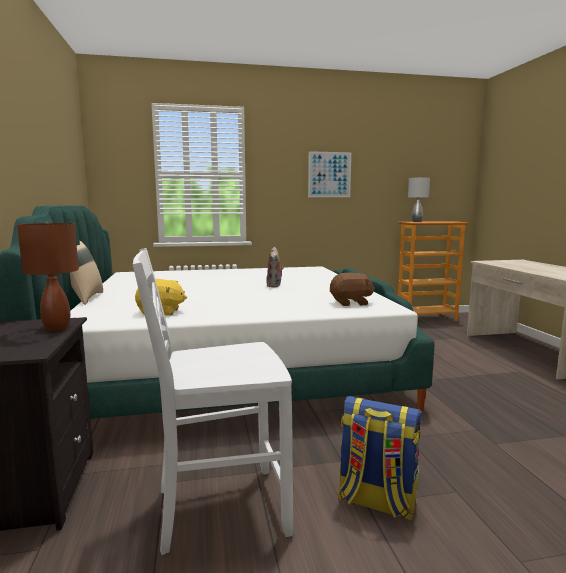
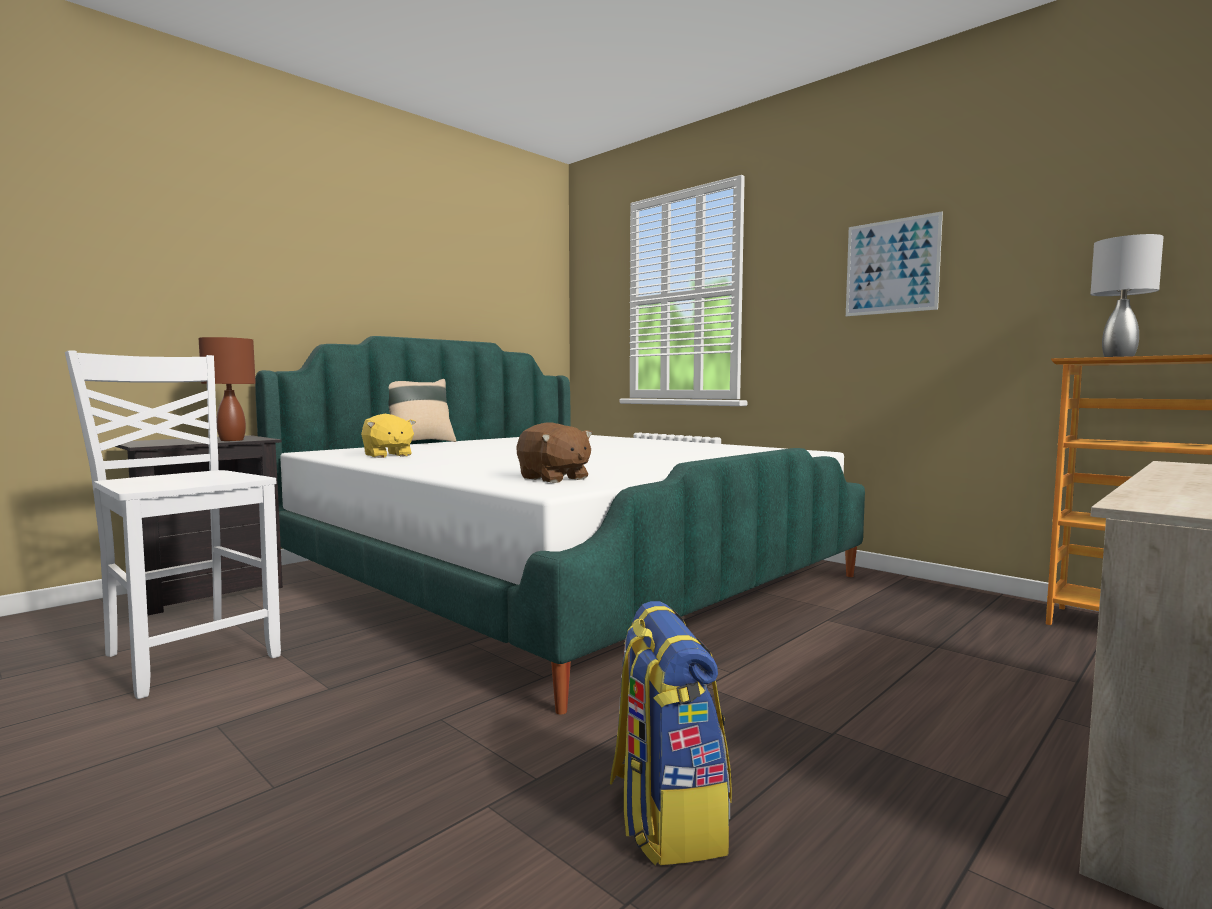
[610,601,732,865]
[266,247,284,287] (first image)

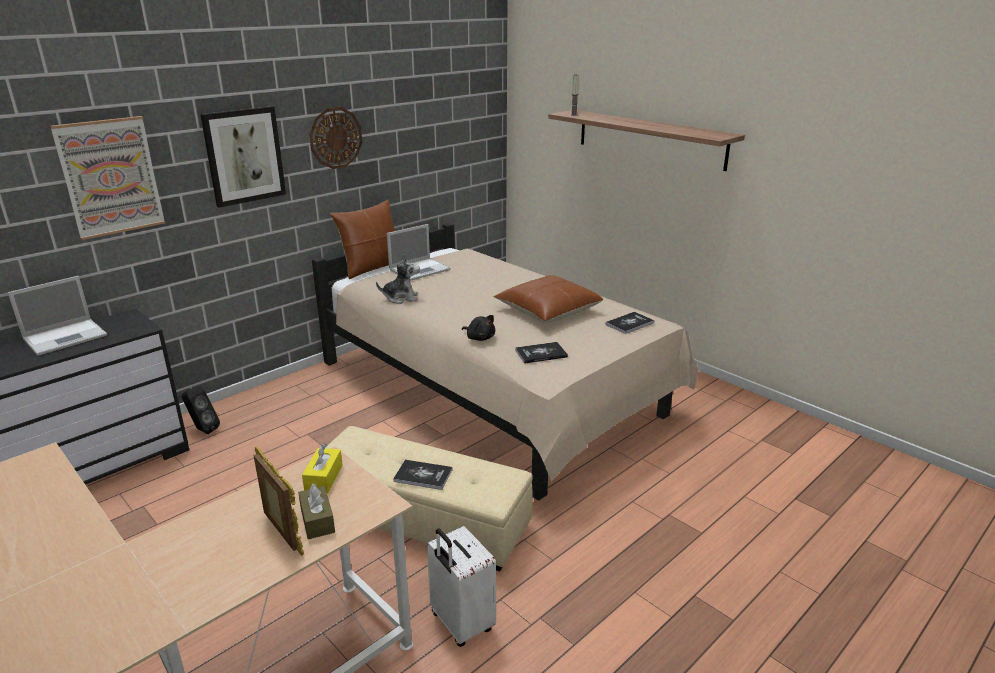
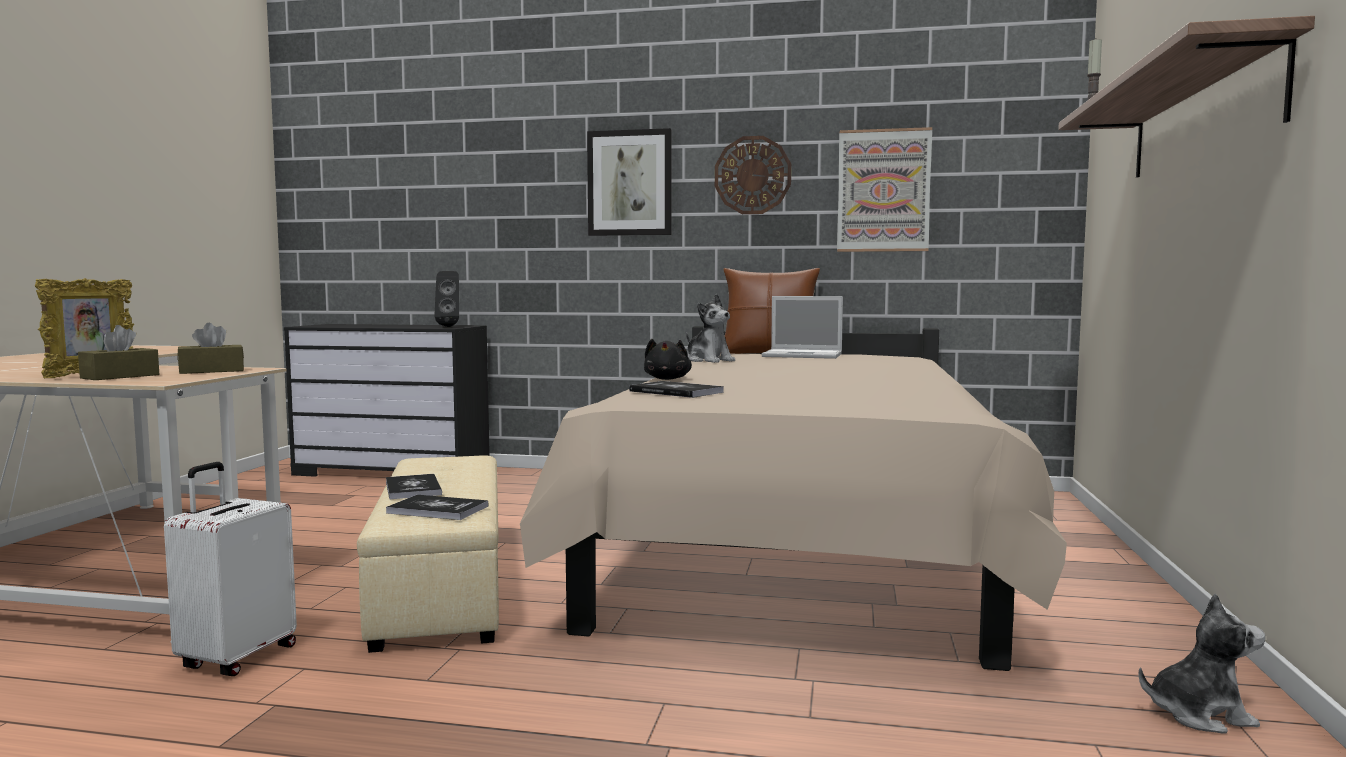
[177,323,244,374]
[386,495,488,520]
[435,271,459,327]
[837,127,932,252]
[1139,594,1265,734]
[8,276,107,356] (first image)
[493,275,603,323] (first image)

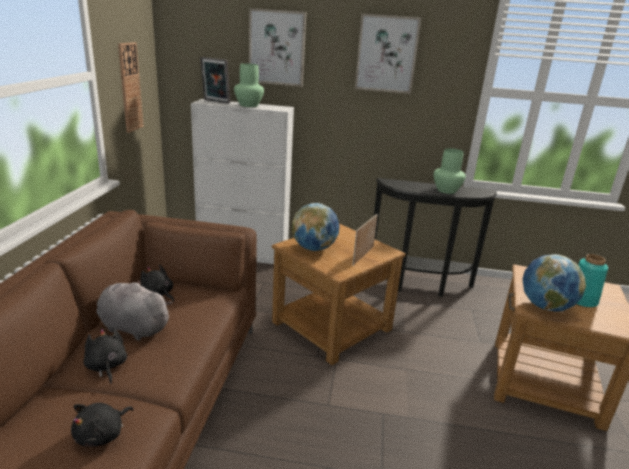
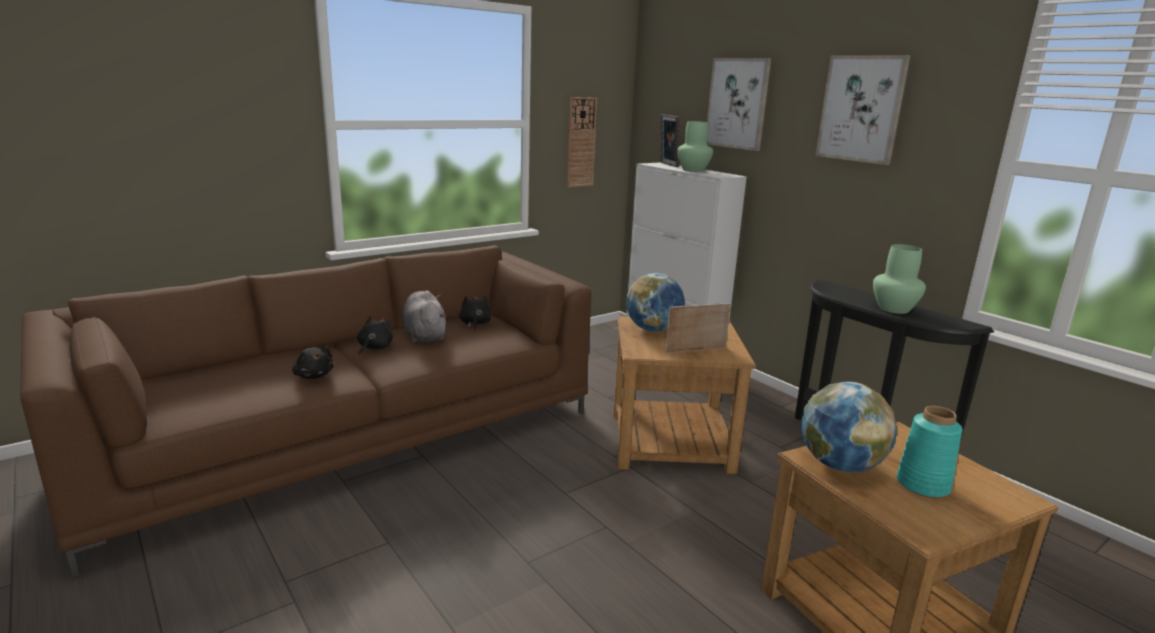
[292,347,334,379]

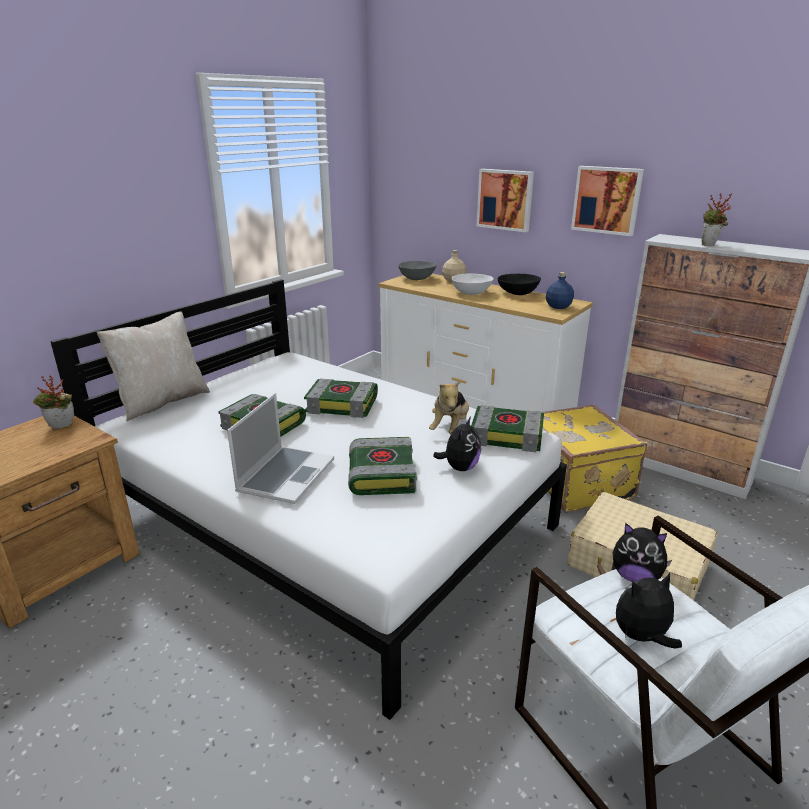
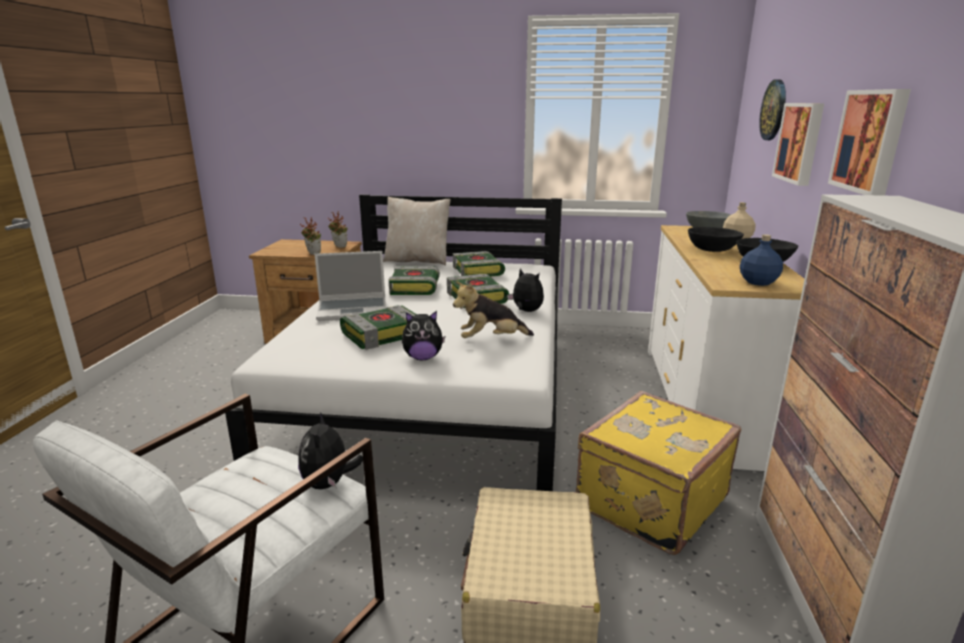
[300,217,321,255]
[453,251,505,277]
[507,268,544,312]
[688,227,744,252]
[759,79,786,140]

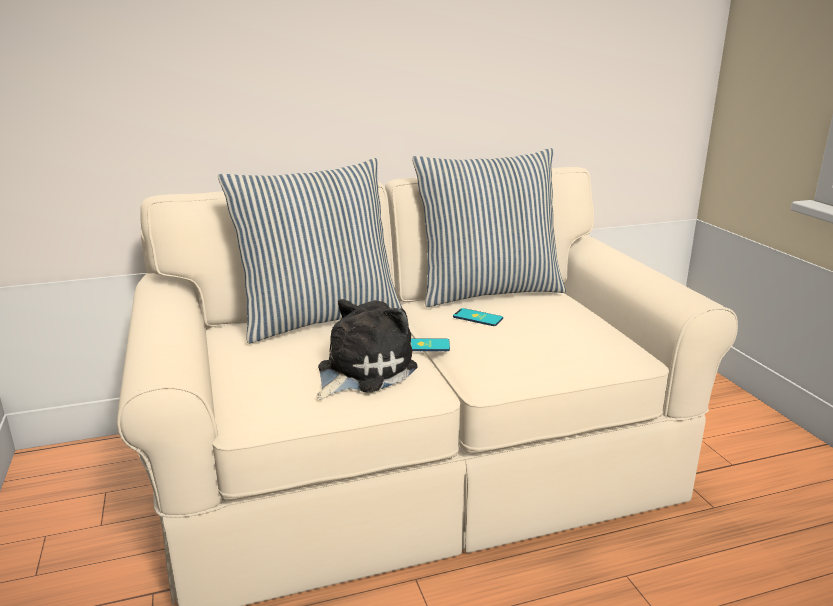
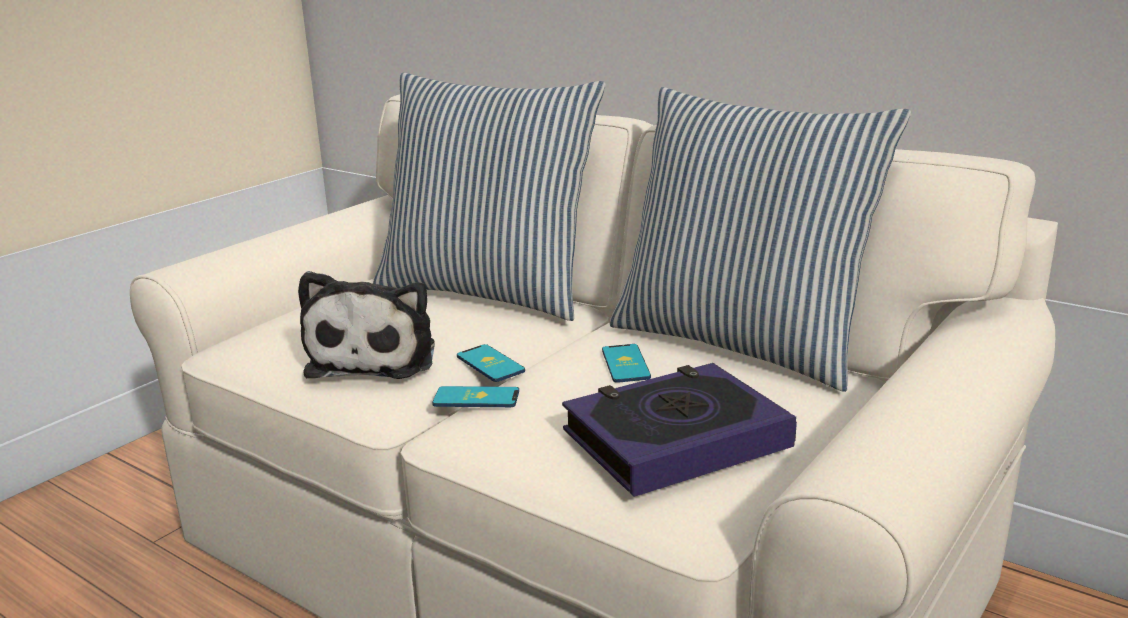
[298,271,435,379]
[432,386,519,407]
[562,363,797,497]

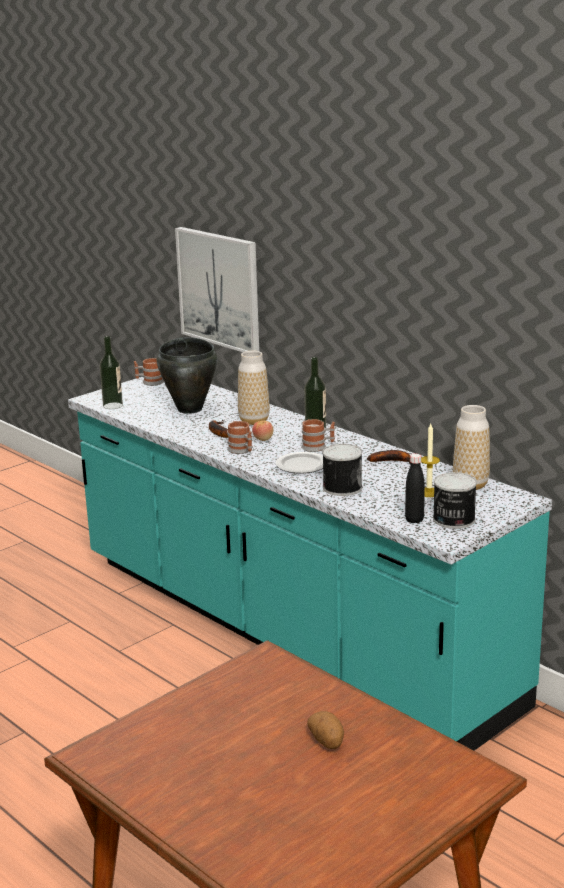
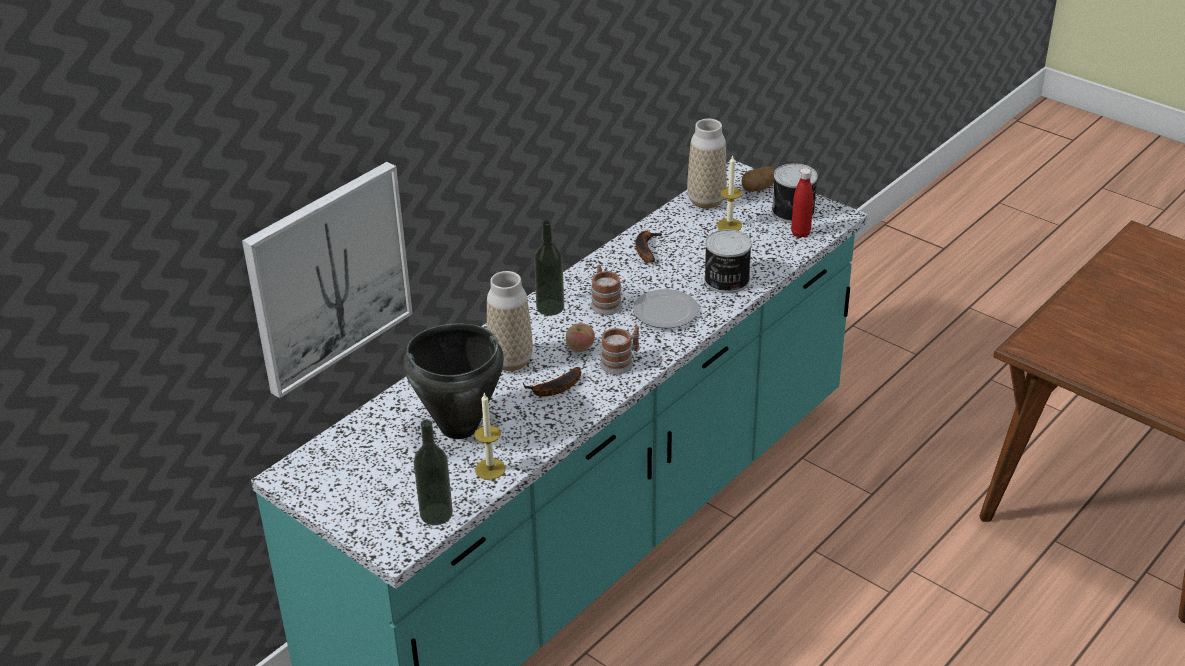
[474,392,506,480]
[741,166,775,192]
[791,168,813,238]
[134,358,164,386] (first image)

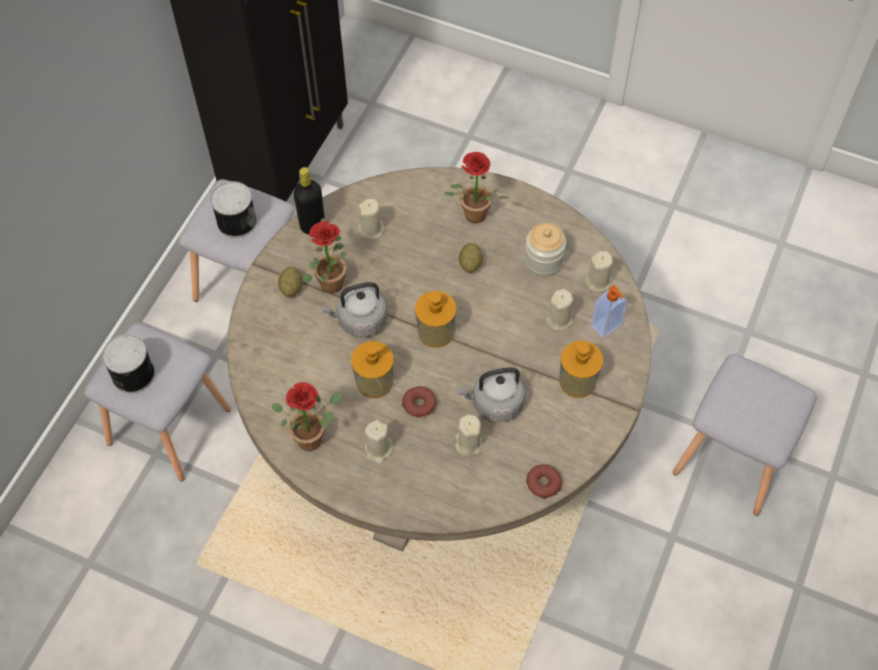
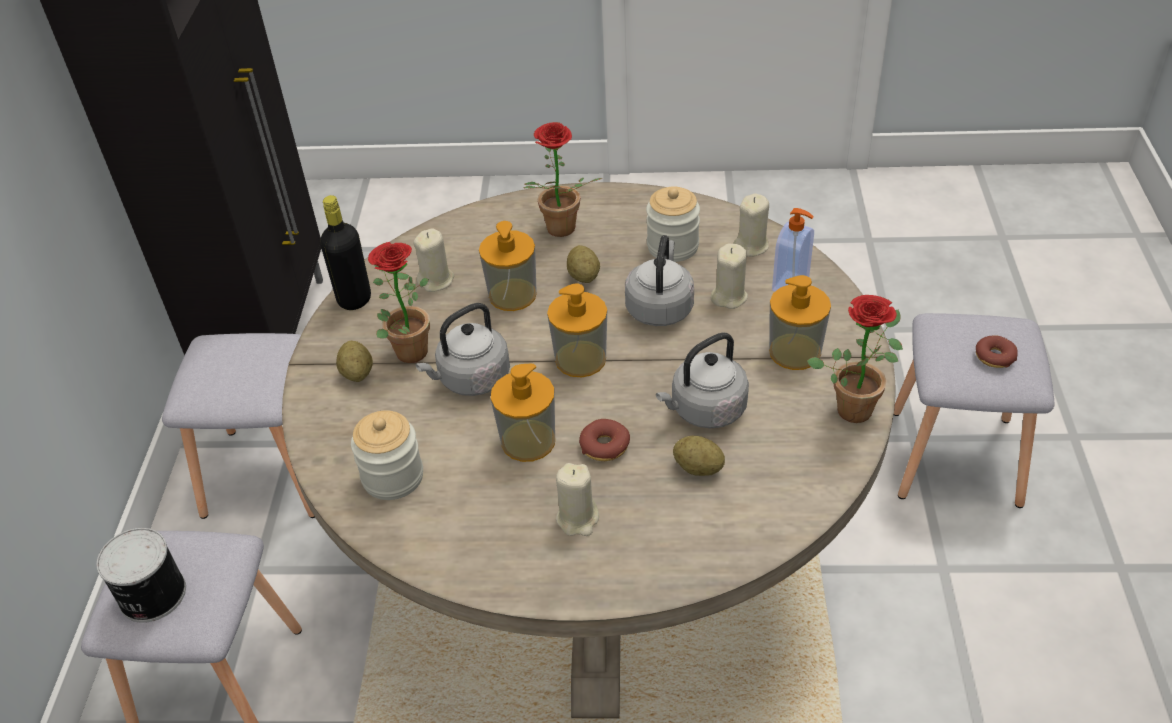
[351,410,423,500]
[479,221,537,311]
[625,235,694,326]
[673,436,725,476]
[807,295,903,423]
[976,335,1018,368]
[210,181,257,238] (first image)

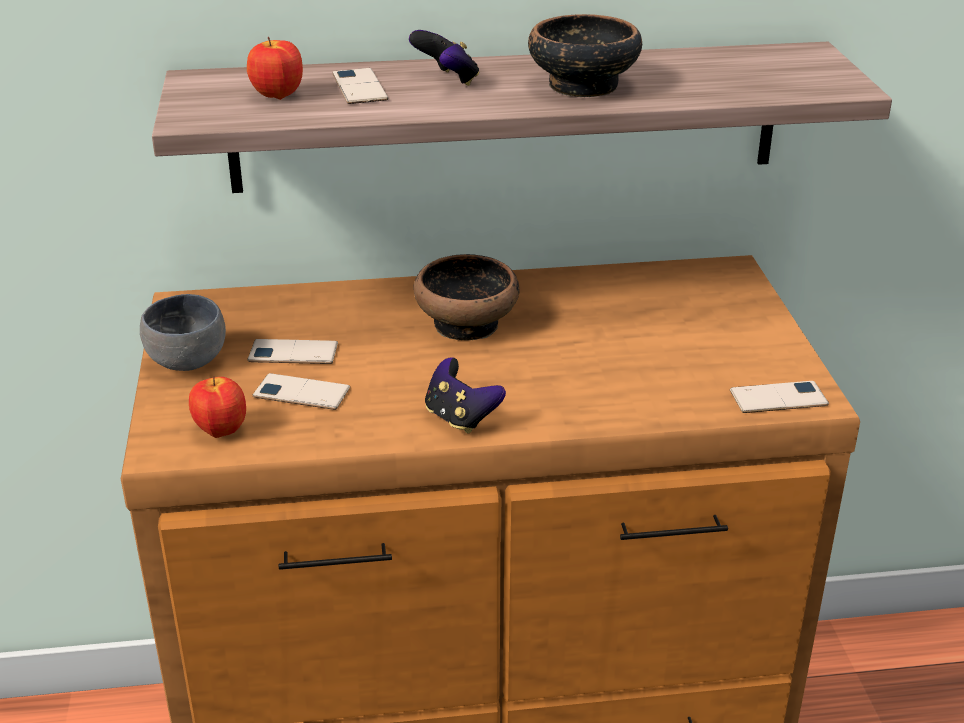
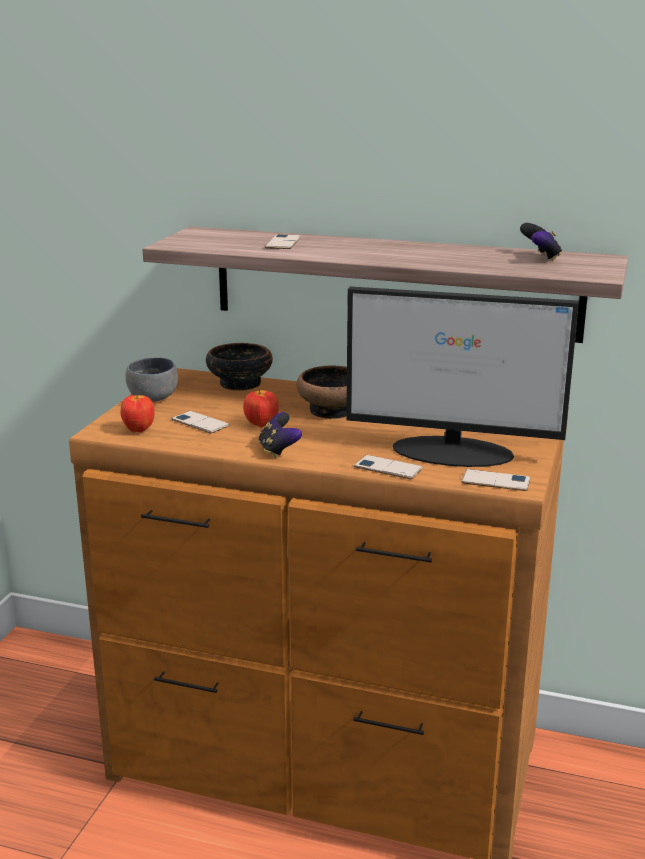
[206,343,273,391]
[243,388,279,428]
[346,287,579,467]
[354,455,423,479]
[520,223,562,261]

